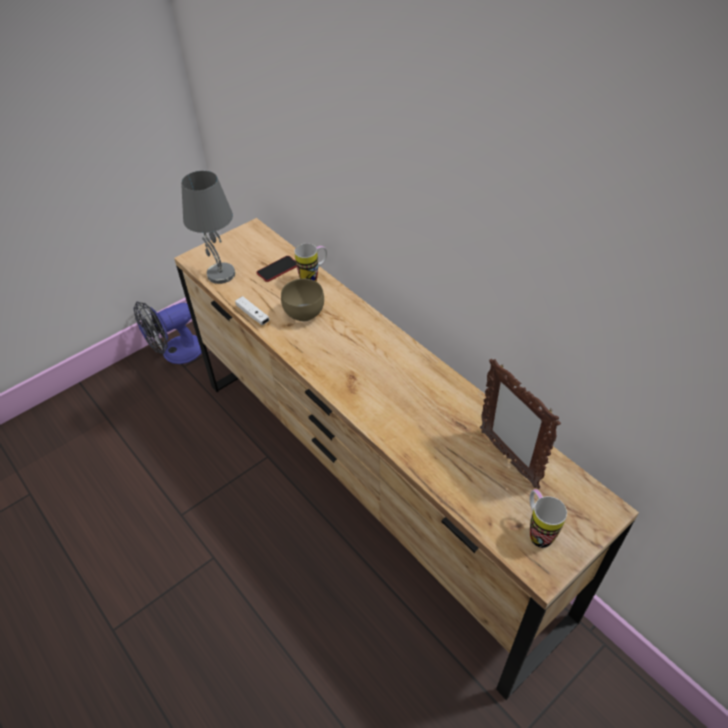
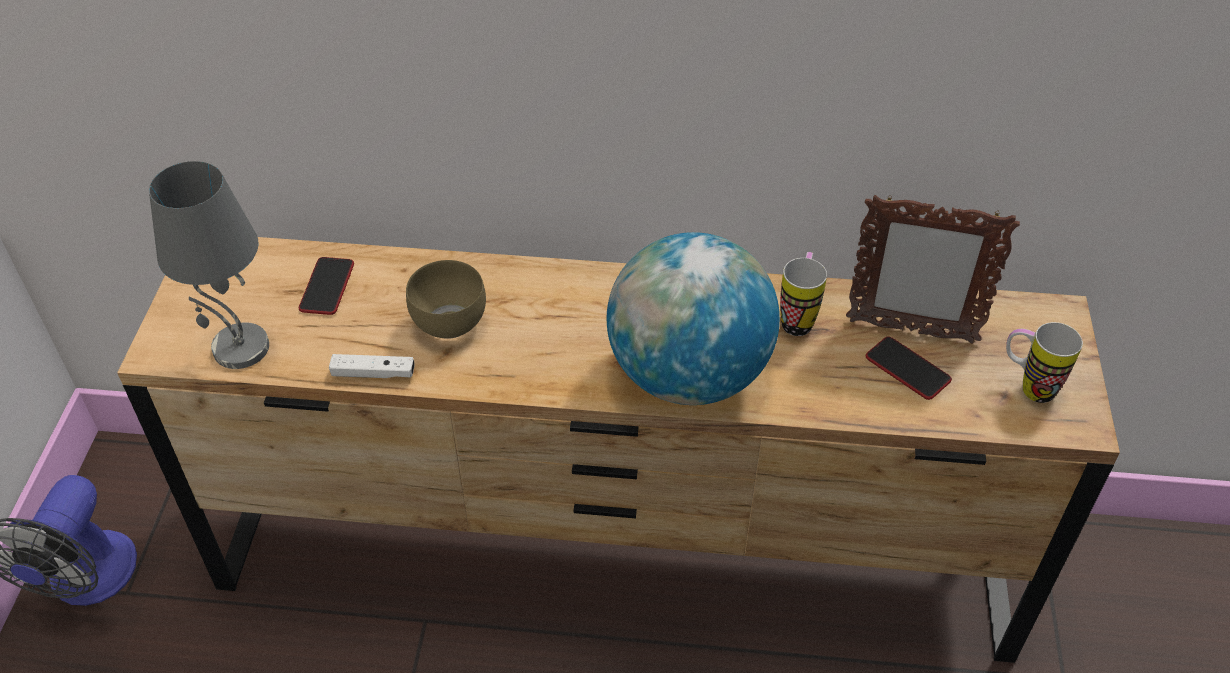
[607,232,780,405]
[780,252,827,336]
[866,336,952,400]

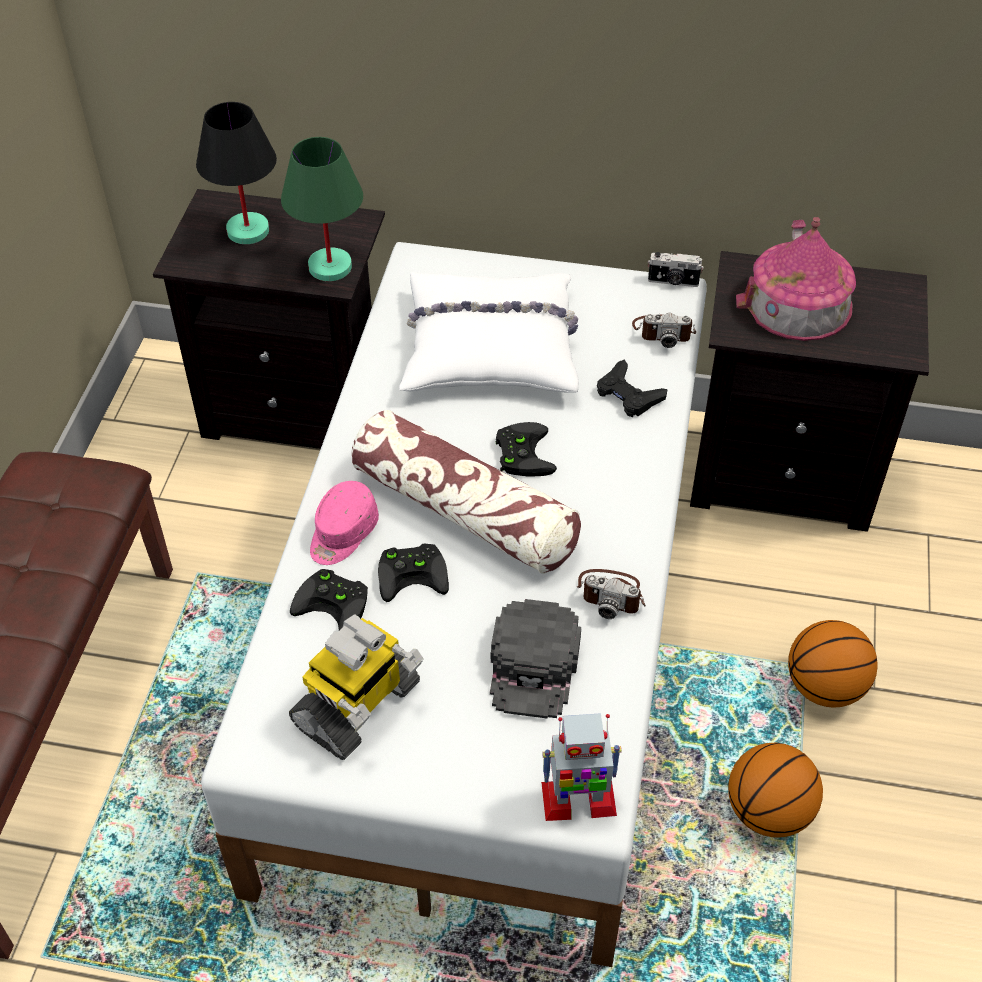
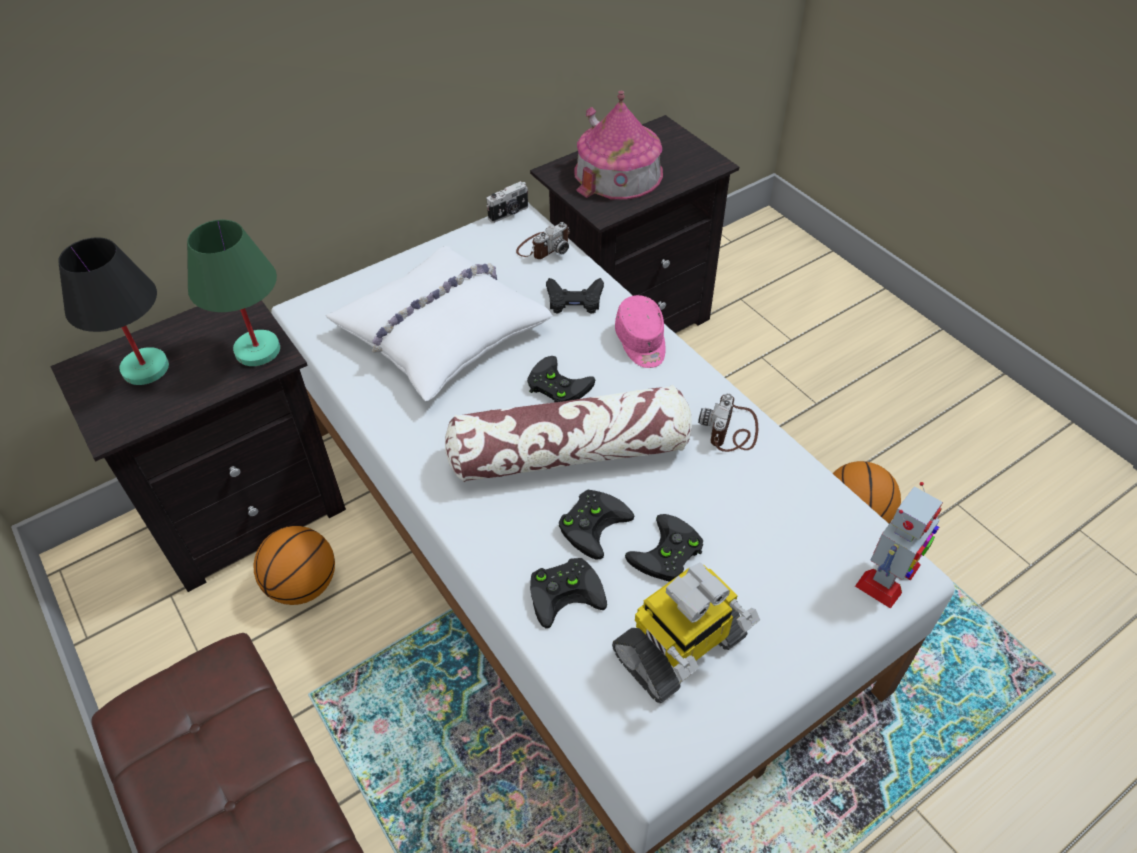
[254,526,335,605]
[612,563,760,703]
[615,295,665,368]
[625,514,703,582]
[698,393,758,452]
[490,599,581,719] (first image)

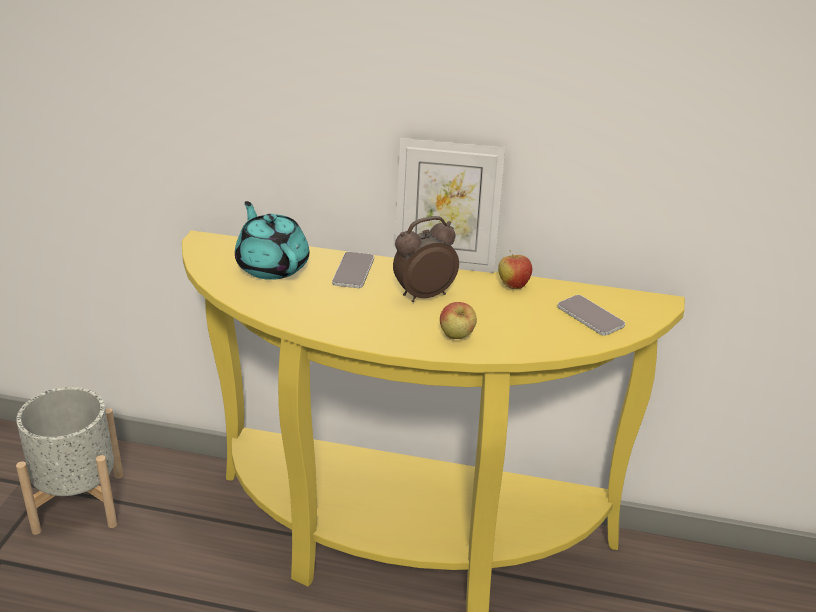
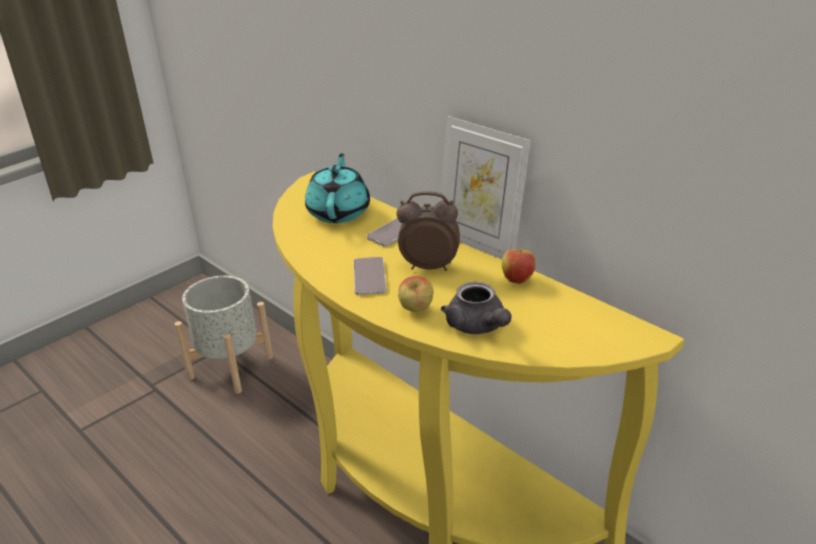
[353,257,386,295]
[441,282,511,334]

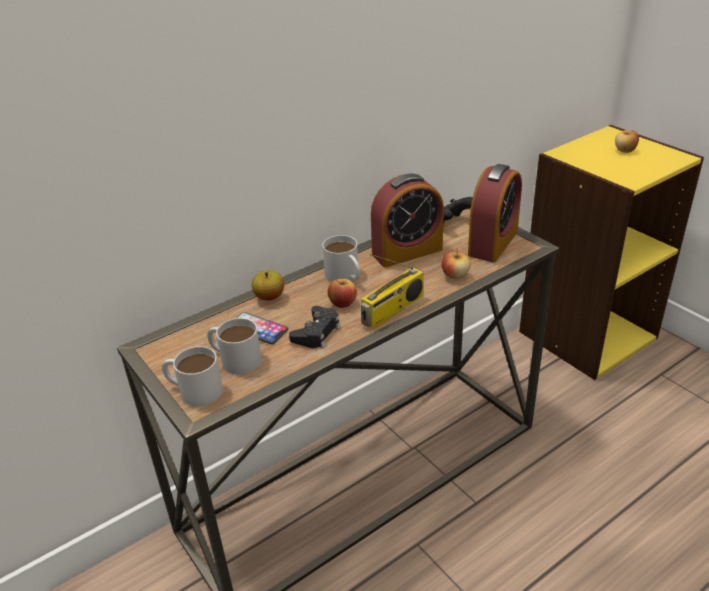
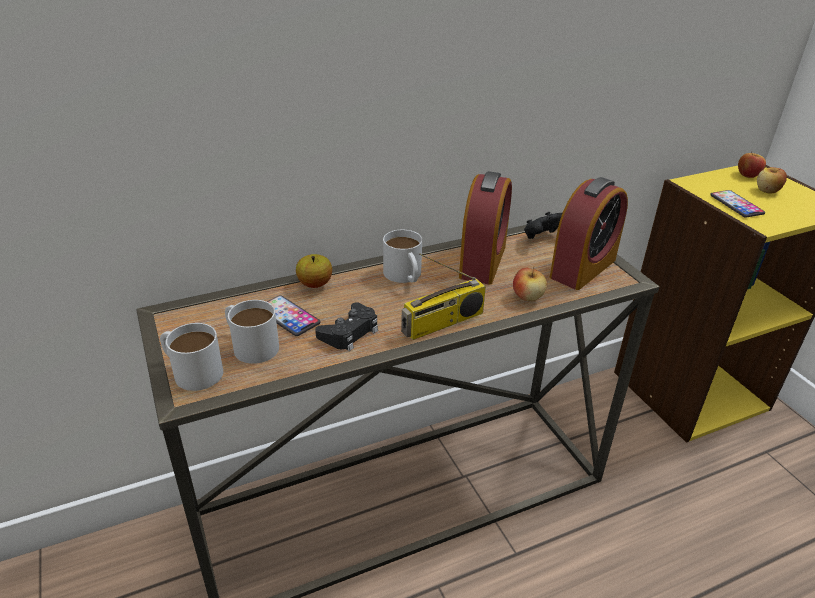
[459,171,512,284]
[710,190,765,218]
[738,152,766,178]

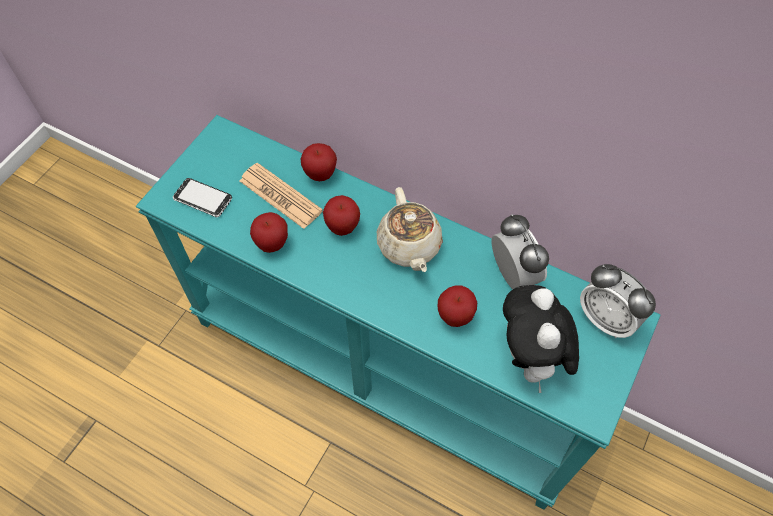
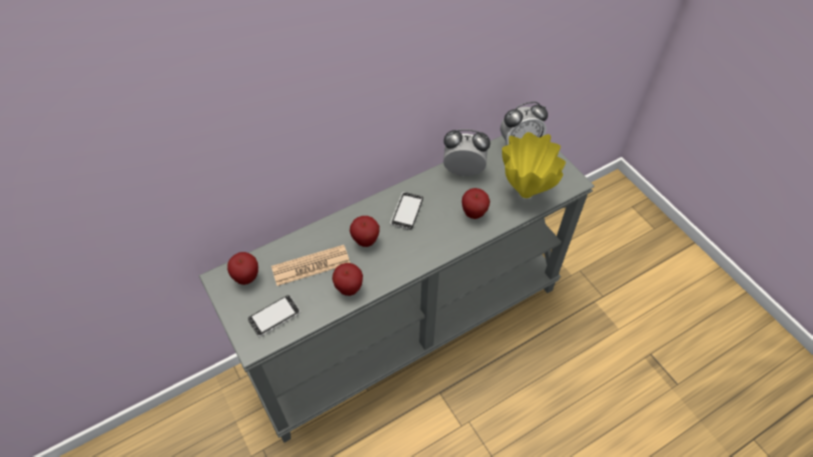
[199,136,595,443]
[227,252,258,285]
[390,192,423,230]
[502,132,566,198]

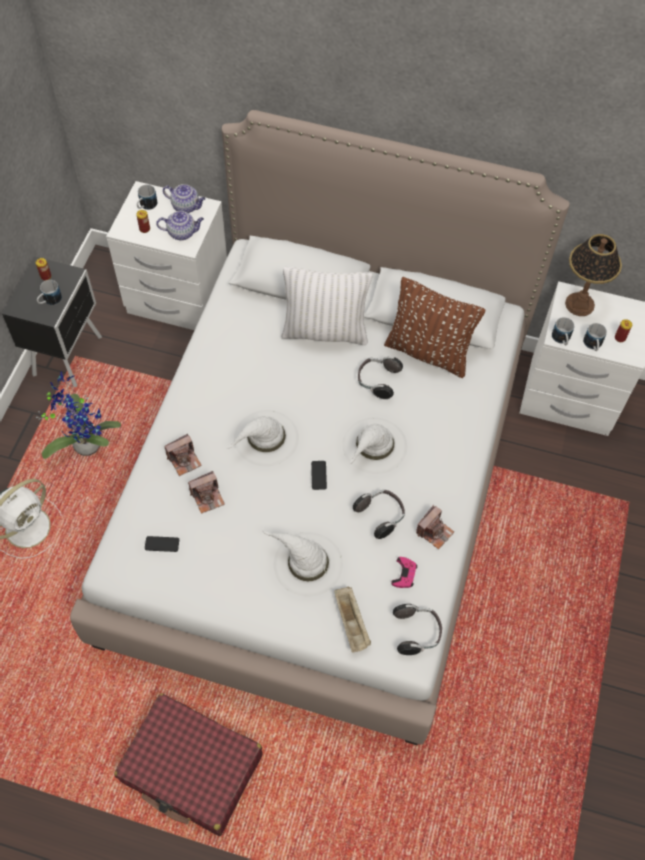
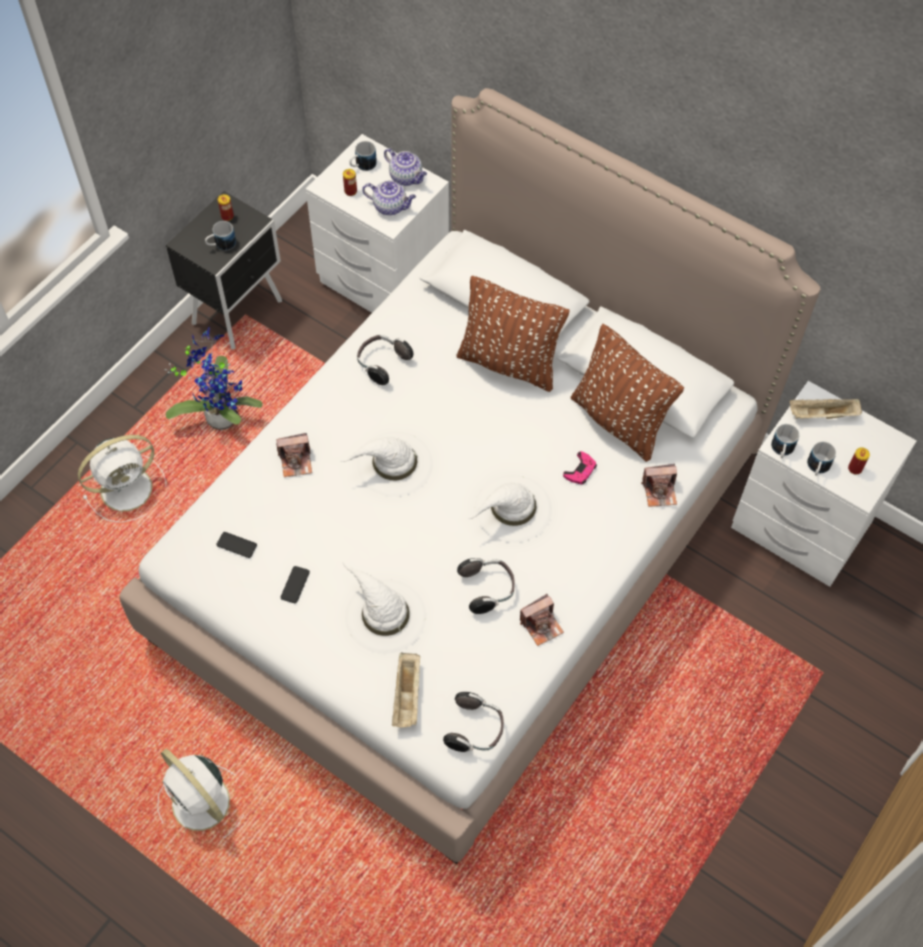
[157,749,244,838]
[281,566,310,603]
[357,335,414,385]
[457,275,569,392]
[563,451,597,484]
[641,464,677,507]
[790,398,862,419]

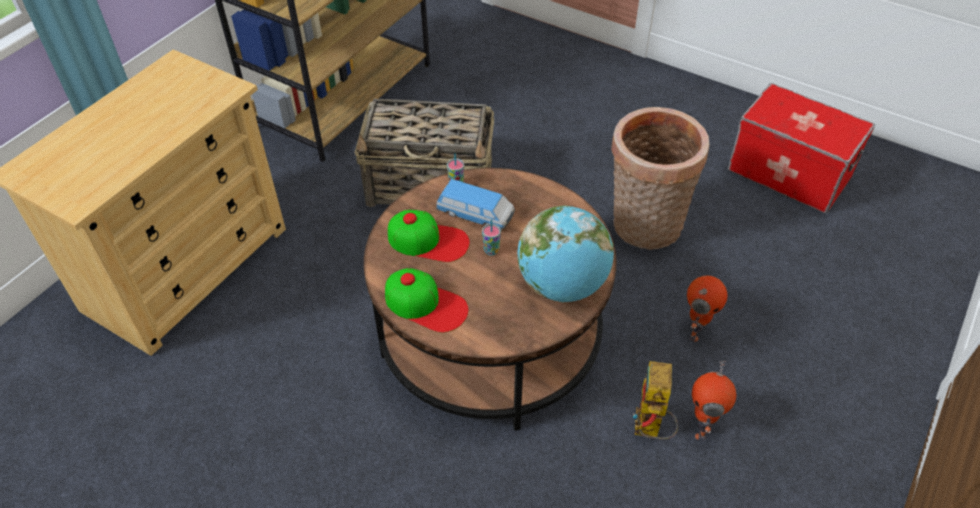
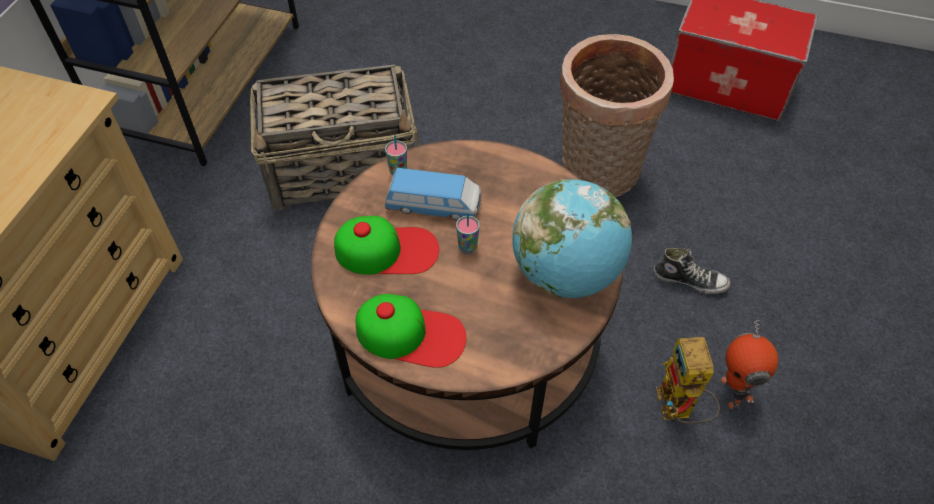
[653,248,731,294]

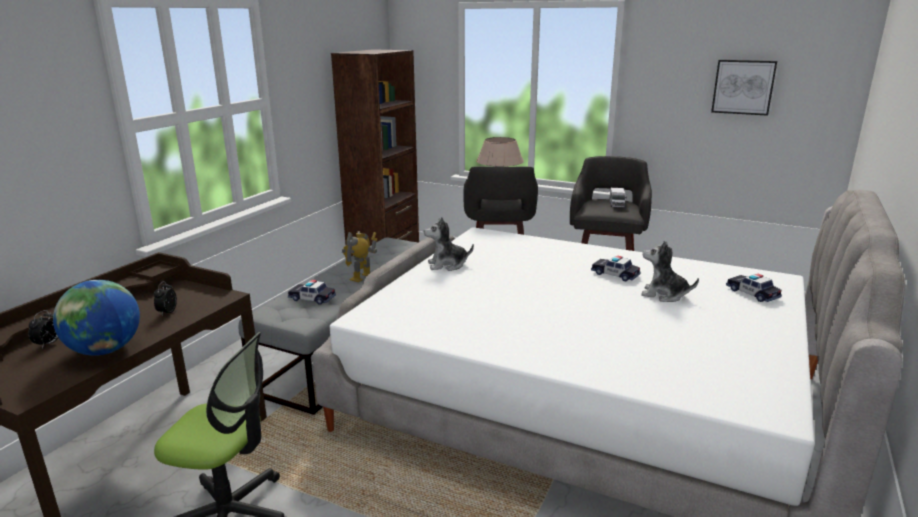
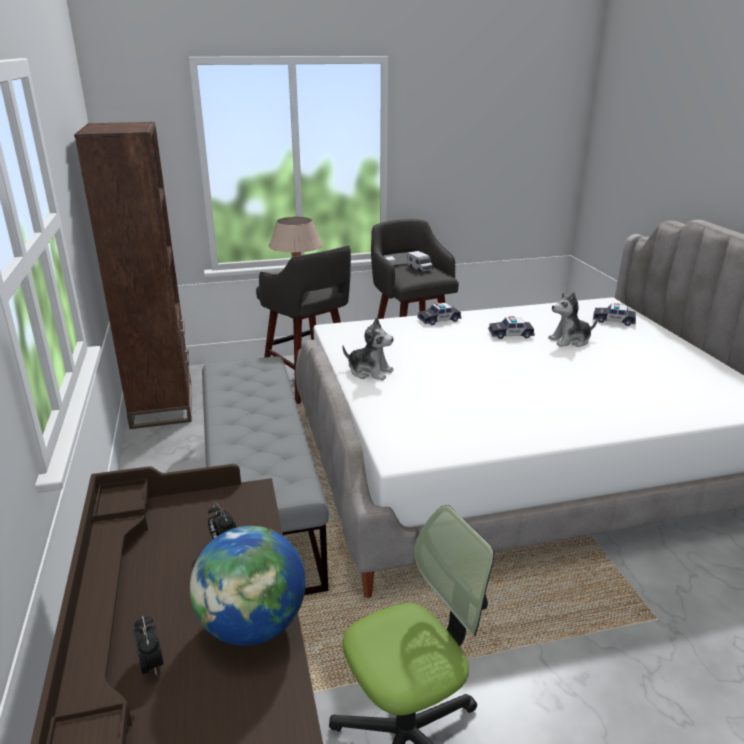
[343,318,394,380]
[417,302,462,325]
[342,231,377,282] (first image)
[711,60,777,116] (first image)

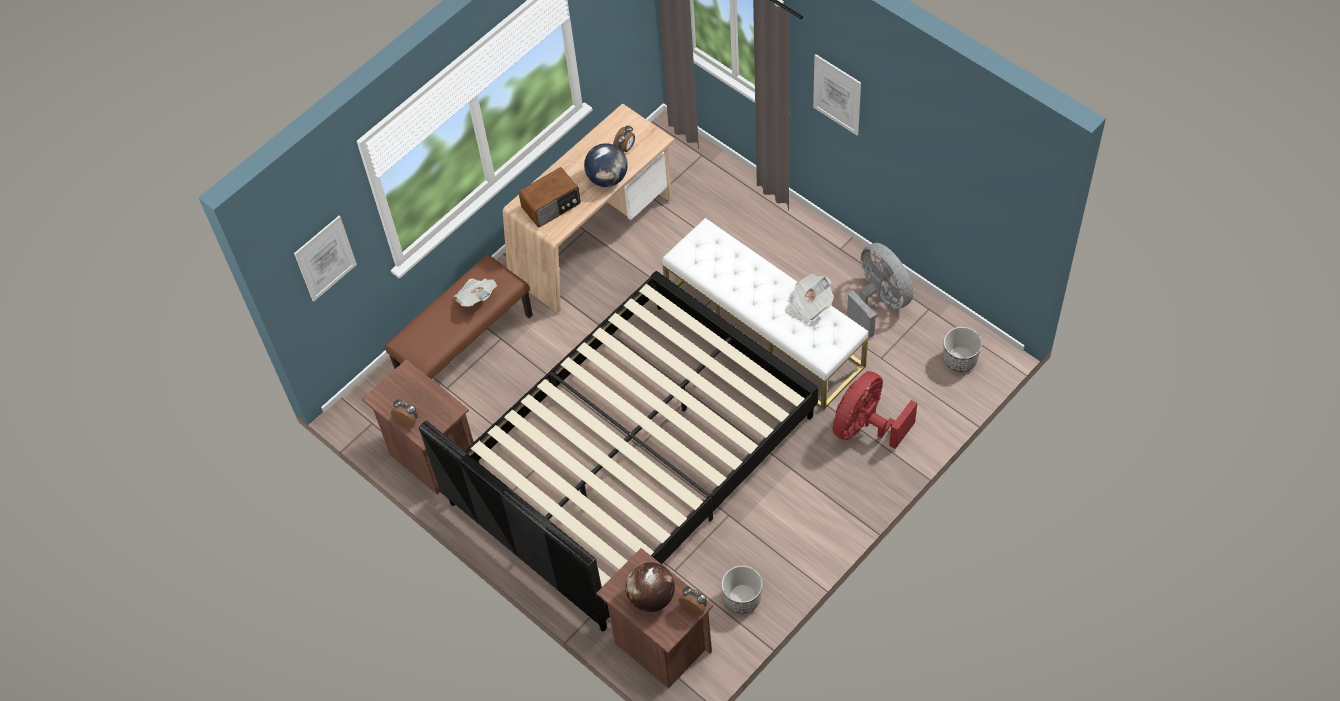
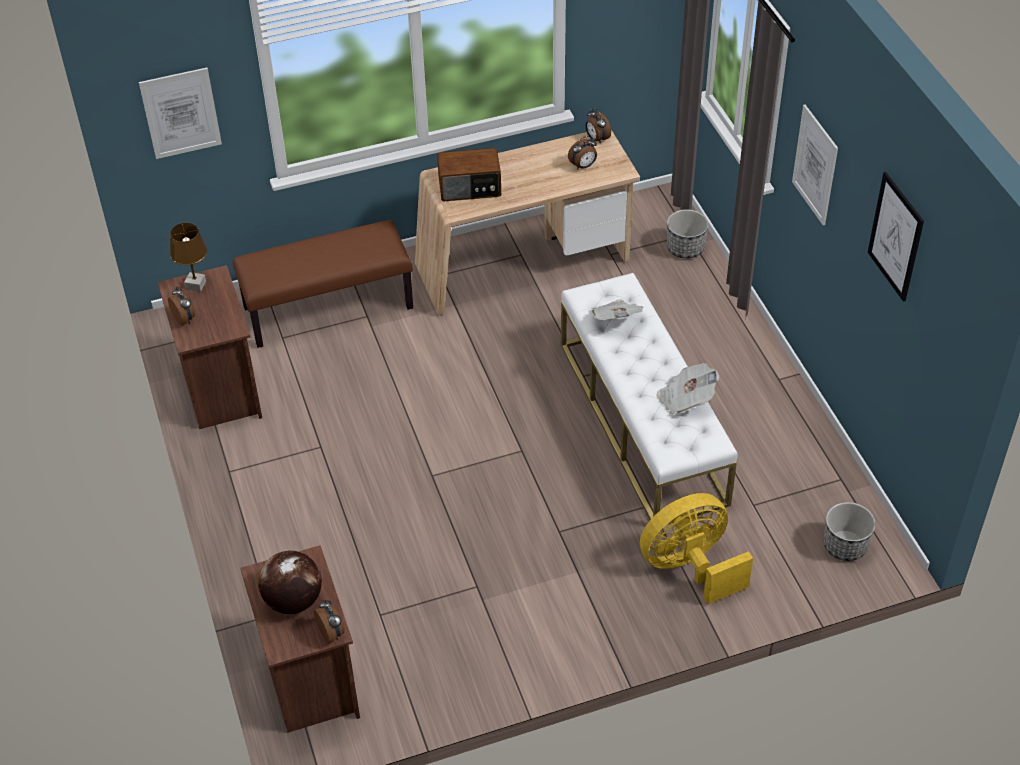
[170,223,208,292]
[585,108,611,144]
[591,299,643,320]
[640,493,753,604]
[667,209,709,259]
[868,172,924,302]
[419,271,818,631] (first image)
[584,143,628,187] (first image)
[847,243,914,338] (first image)

